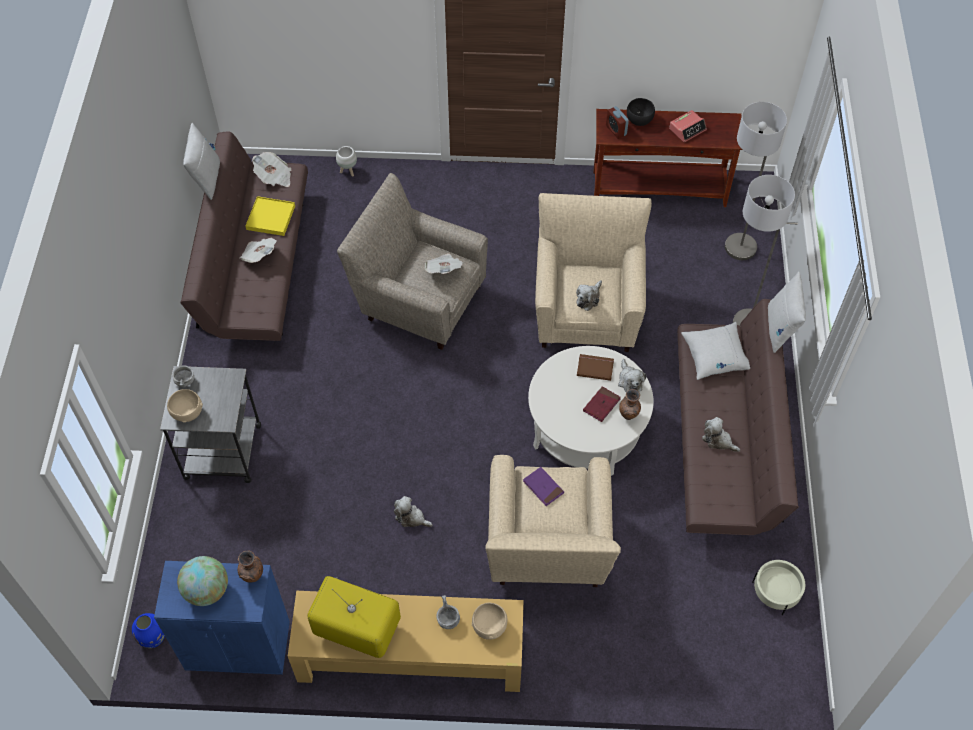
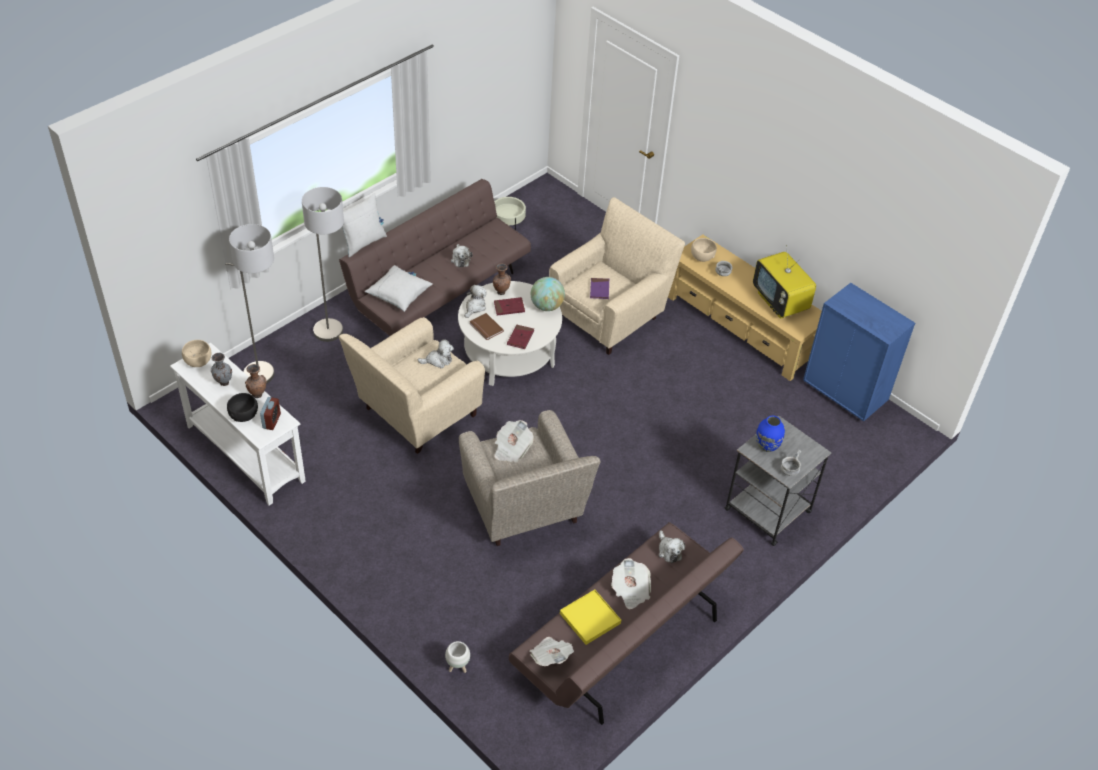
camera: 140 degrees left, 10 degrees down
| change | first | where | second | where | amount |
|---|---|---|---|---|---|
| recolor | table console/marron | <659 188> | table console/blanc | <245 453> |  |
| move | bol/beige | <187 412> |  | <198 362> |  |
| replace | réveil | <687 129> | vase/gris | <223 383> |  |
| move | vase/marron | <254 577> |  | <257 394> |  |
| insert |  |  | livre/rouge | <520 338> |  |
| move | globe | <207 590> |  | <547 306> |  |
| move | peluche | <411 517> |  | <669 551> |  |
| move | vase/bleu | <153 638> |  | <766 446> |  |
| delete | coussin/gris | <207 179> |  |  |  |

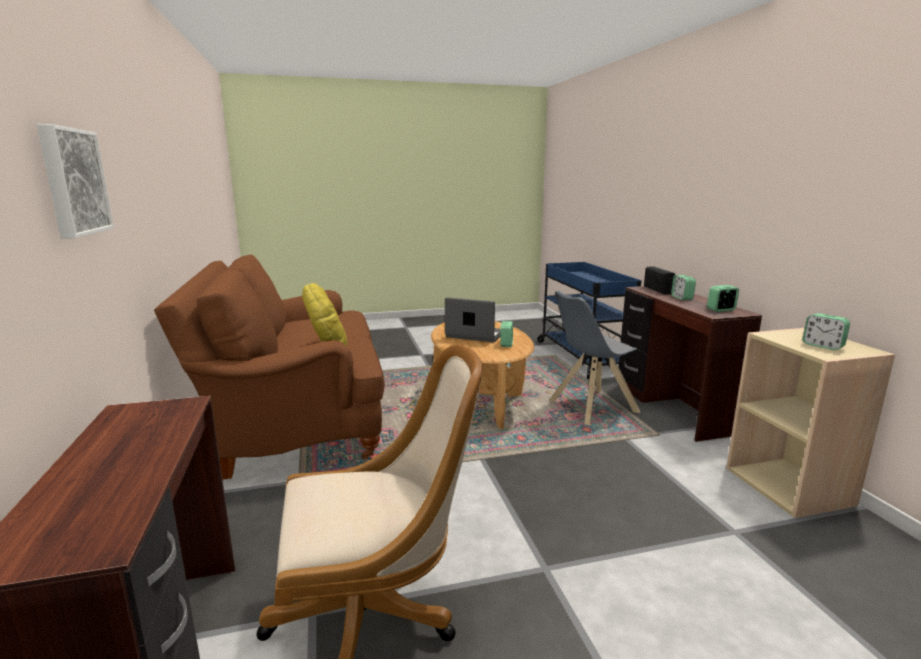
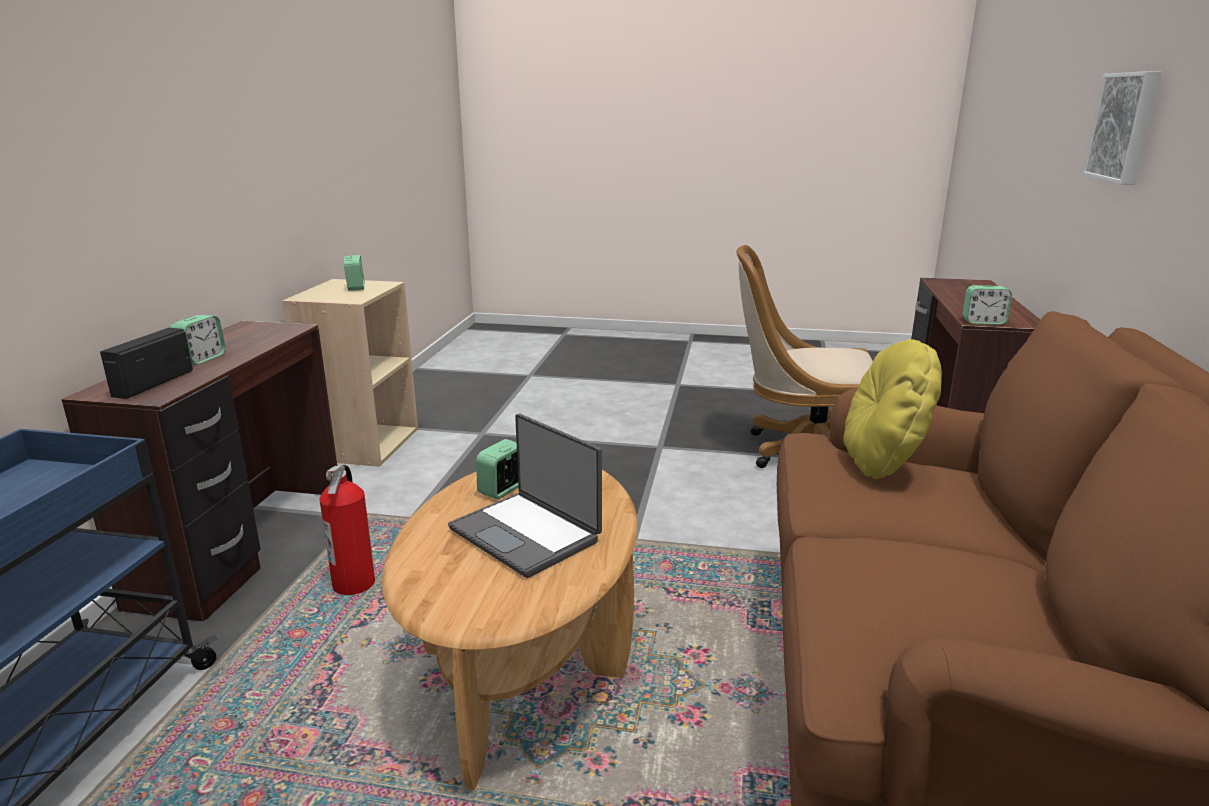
camera: 155 degrees left, 5 degrees up
| change | first | where | second | where | amount |
|---|---|---|---|---|---|
| replace | chaise/gris | <590 407> | extincteur | <355 584> |  |
| move | réveil | <721 310> |  | <983 322> |  |

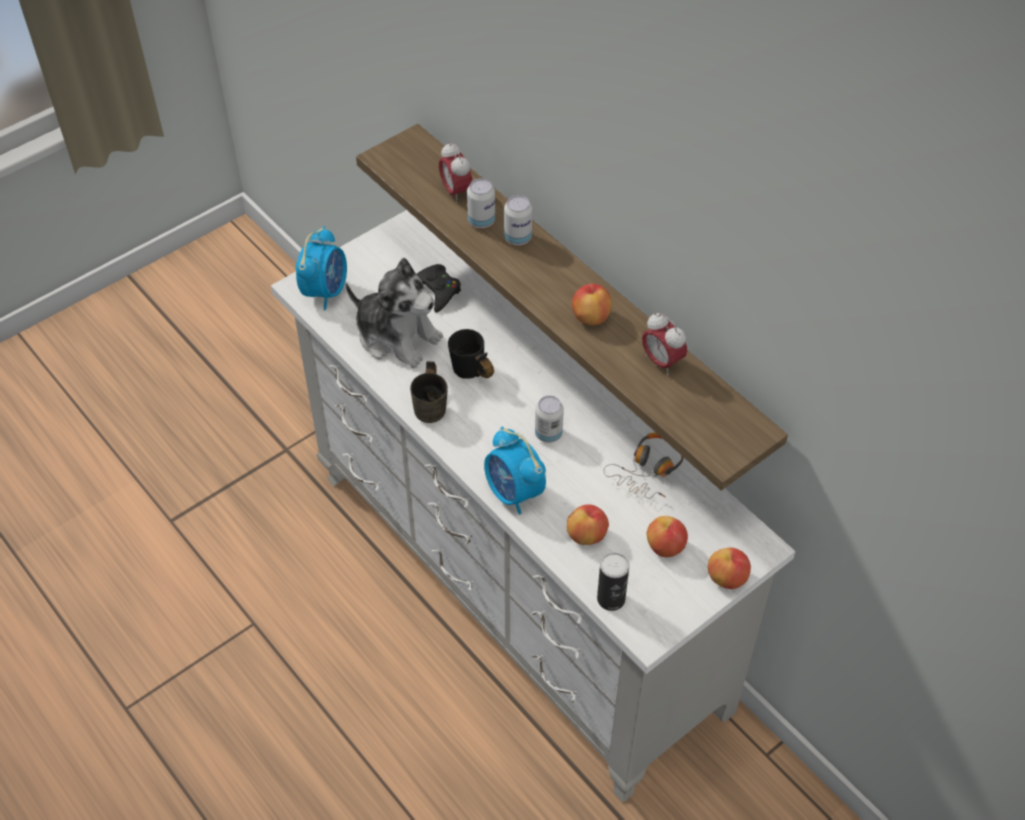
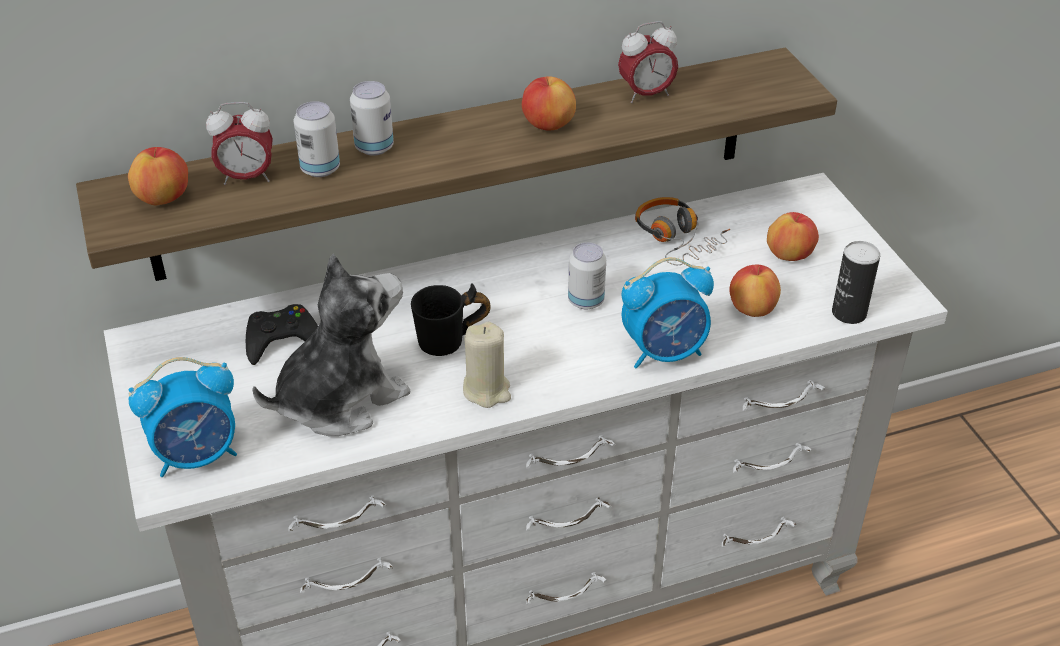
camera: 70 degrees left, 10 degrees down
| change | first | where | second | where | amount |
|---|---|---|---|---|---|
| move | pomme | <727 578> |  | <163 198> |  |
| rotate | réveil | <325 291> |  | <198 455> | 120 degrees clockwise |
| replace | mug/gris | <434 406> | bougie/beige | <487 390> |  |

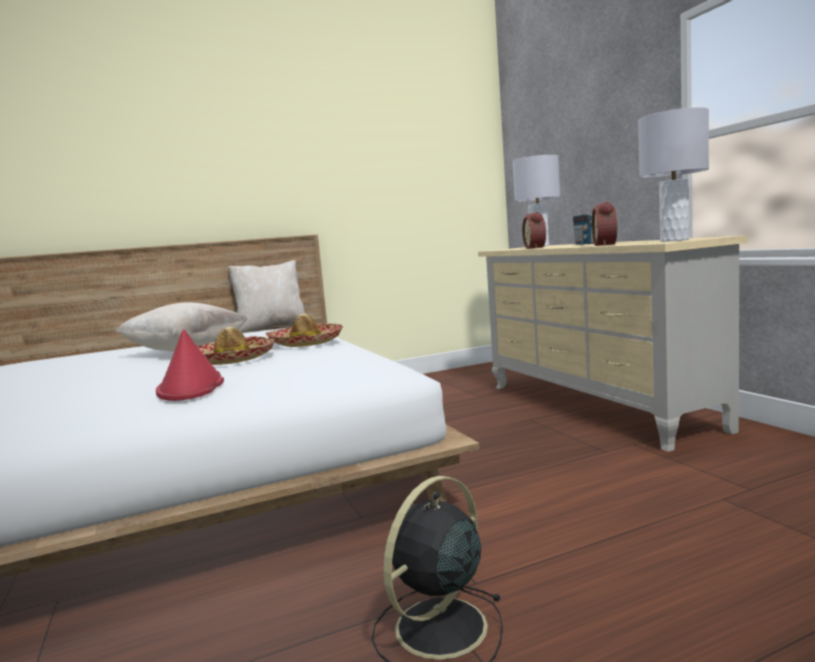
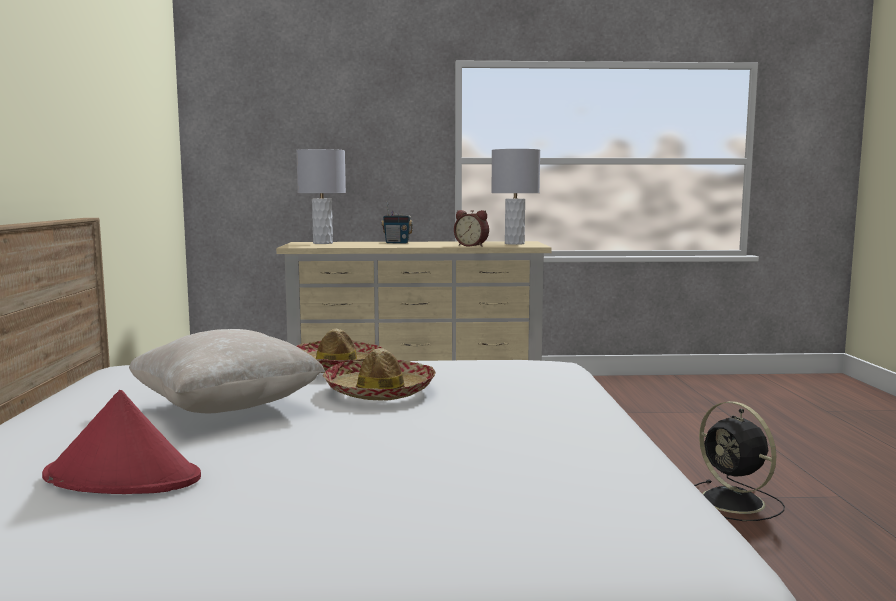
camera: 70 degrees left, 0 degrees up
| change | first | where | second | where | amount |
|---|---|---|---|---|---|
| move | chapeau/rouge | <191 387> |  | <123 477> |  |
| delete | coussin/beige | <272 328> |  |  |  |
| delete | réveil | <536 248> |  |  |  |

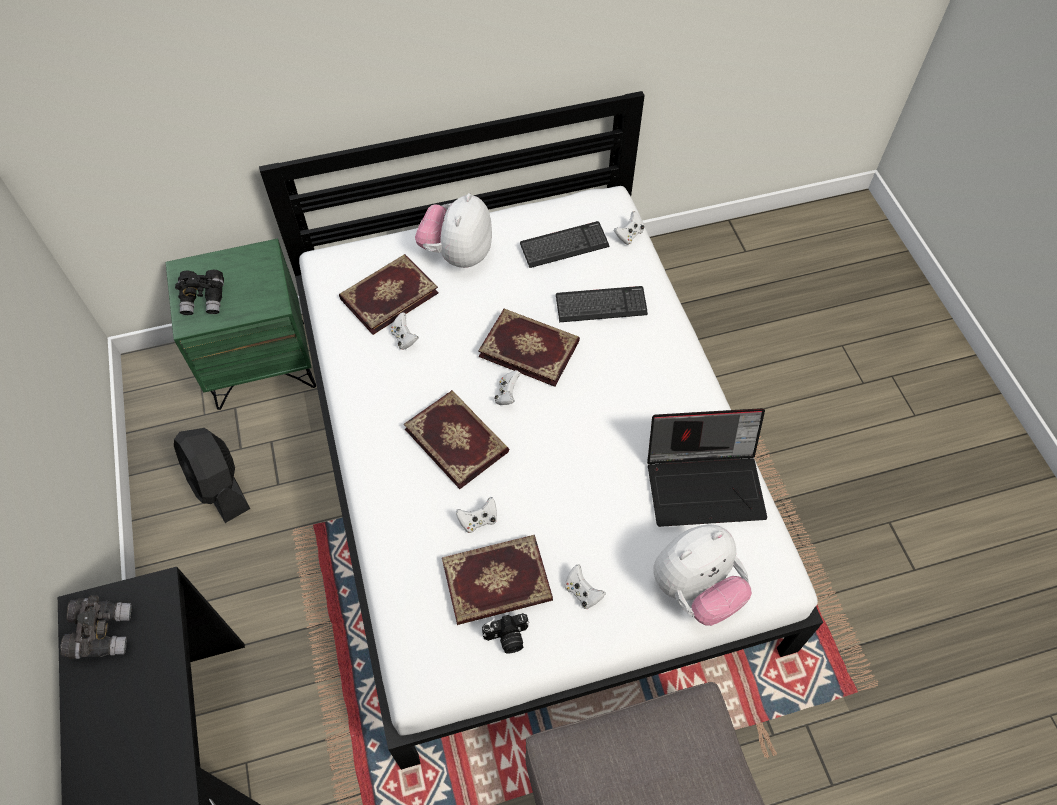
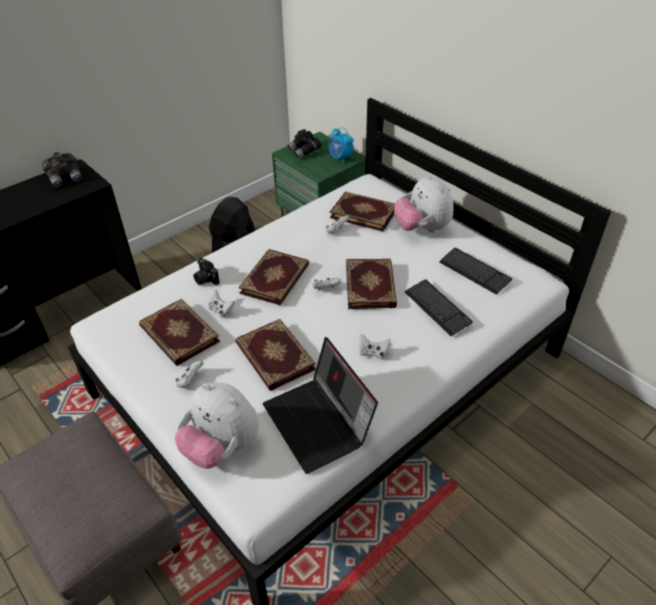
camera: 65 degrees right, 15 degrees down
| change | first | where | second | where | amount |
|---|---|---|---|---|---|
| move | appareil photo | <507 638> |  | <205 279> |  |
| insert |  |  | livre | <274 357> |  |
| insert |  |  | réveil | <340 158> |  |
| move | manette/blanc | <629 235> |  | <373 353> |  |
| rotate | peluche | <457 254> |  | <422 228> | 105 degrees counterclockwise |

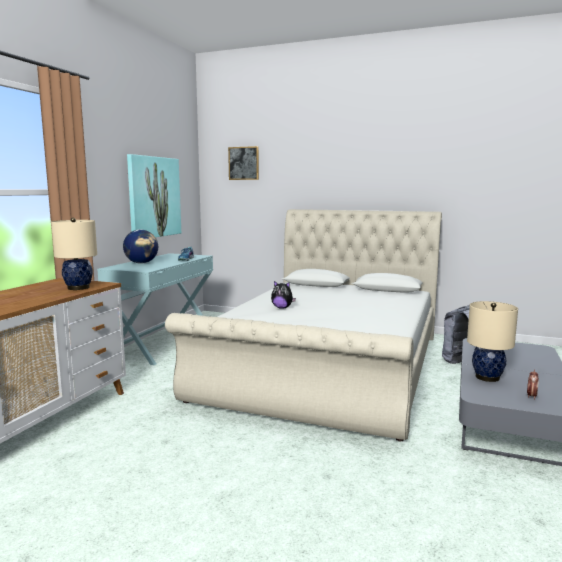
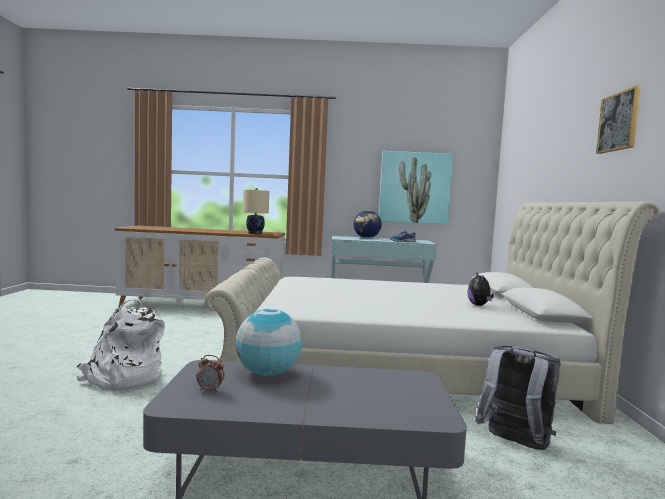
camera: 70 degrees right, 5 degrees down
| change | first | where | second | where | amount |
|---|---|---|---|---|---|
| insert |  |  | sac à dos/blanc | <123 378> |  |
| replace | lampe de table/beige | <487 377> | globe | <268 373> |  |
| move | peluche | <282 308> |  | <479 305> |  |
| move | tableau | <244 163> |  | <619 122> |  |

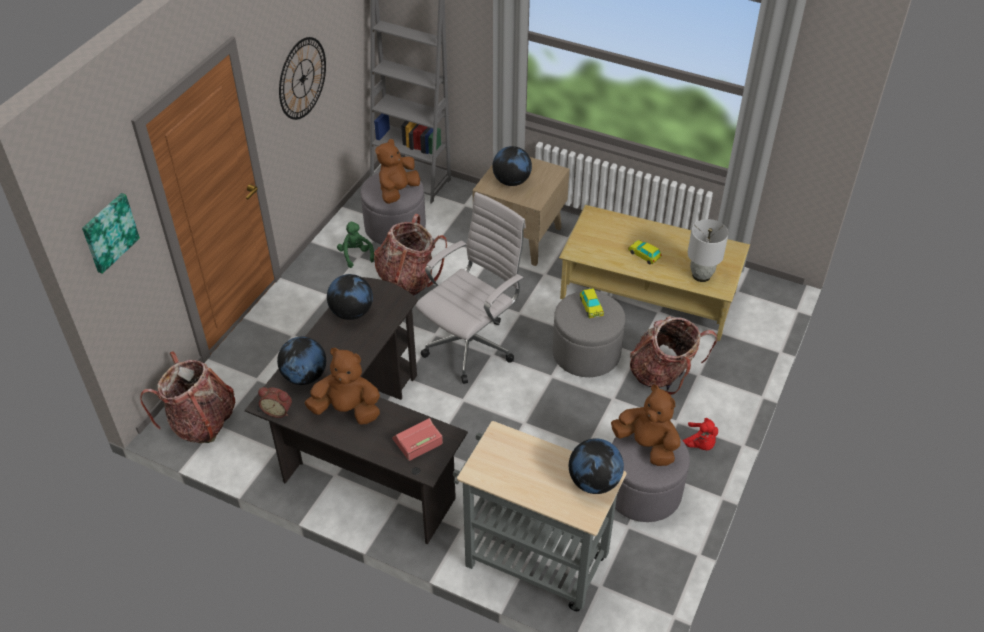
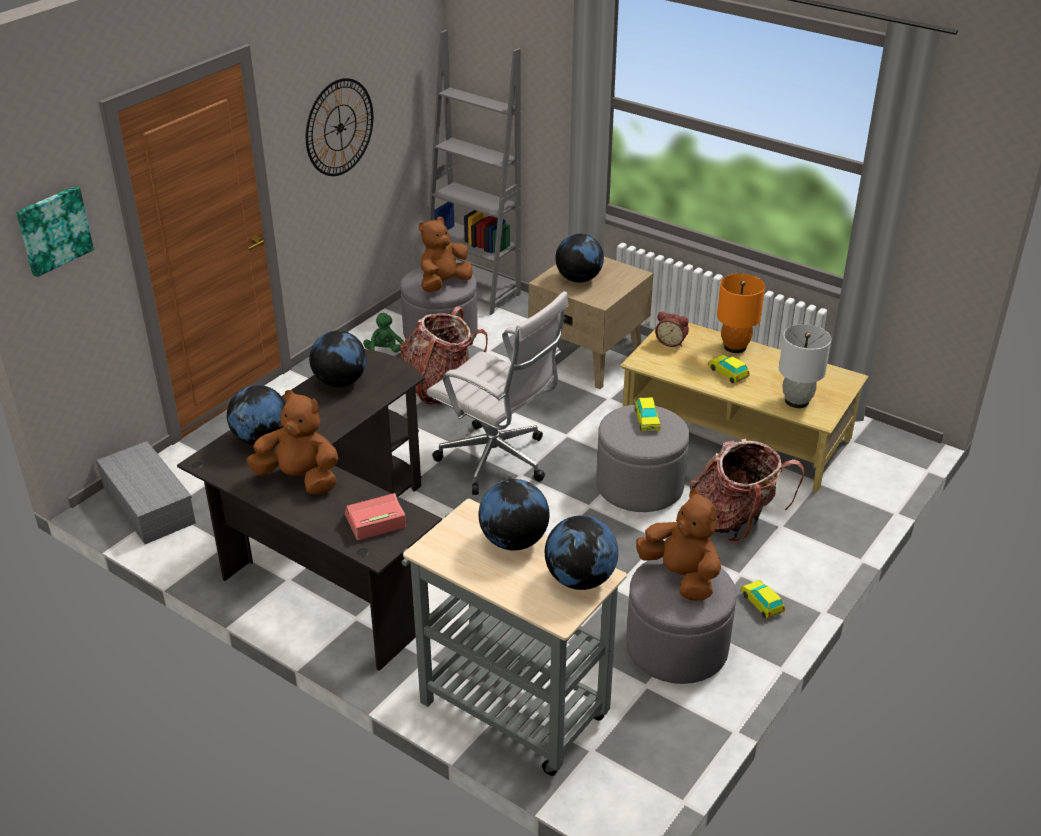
camera: 10 degrees right, 10 degrees down
| change | first | where | second | where | amount |
|---|---|---|---|---|---|
| replace | sac à dos | <201 422> | boîte de rangement/gris | <147 505> |  |
| rotate | chaise de bureau/blanc | <472 345> |  | <498 462> | 75 degrees clockwise |
| insert |  |  | globe | <514 541> |  |
| move | réveil | <278 410> |  | <671 342> |  |
| insert |  |  | lampe de table/orange | <735 347> |  |
| replace | peluche/rouge | <697 444> | petite voiture | <762 603> |  |

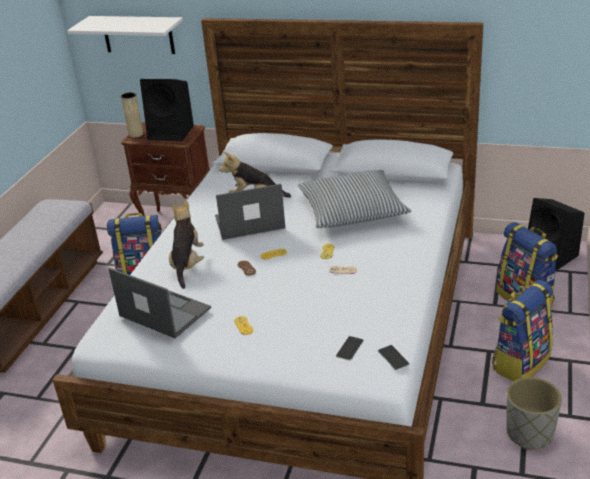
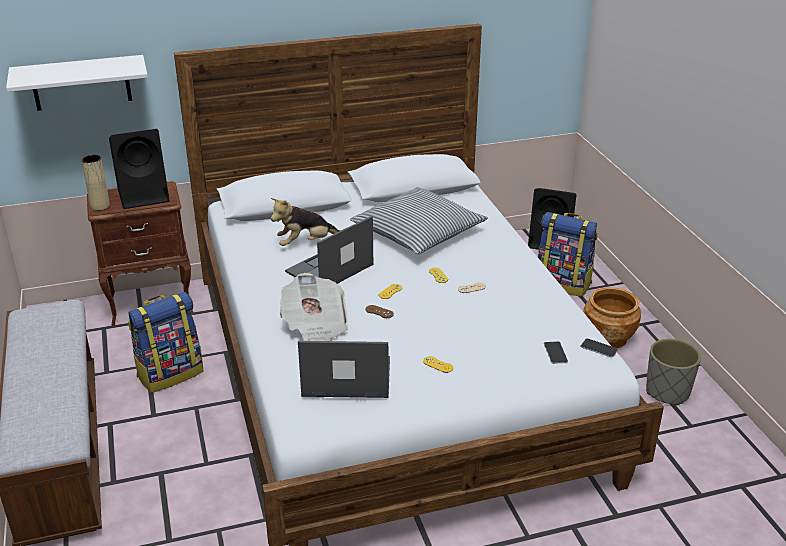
camera: 35 degrees left, 0 degrees up
| change | first | where | second | where | amount |
|---|---|---|---|---|---|
| replace | peluche | <187 265> | journal | <315 326> |  |
| replace | sac à dos | <520 362> | cache-pot/marron | <608 337> |  |

